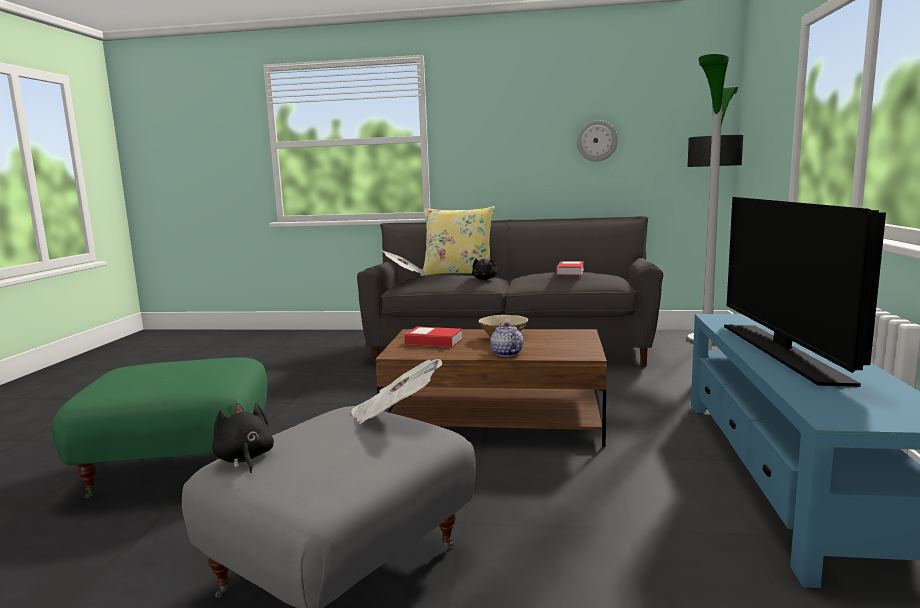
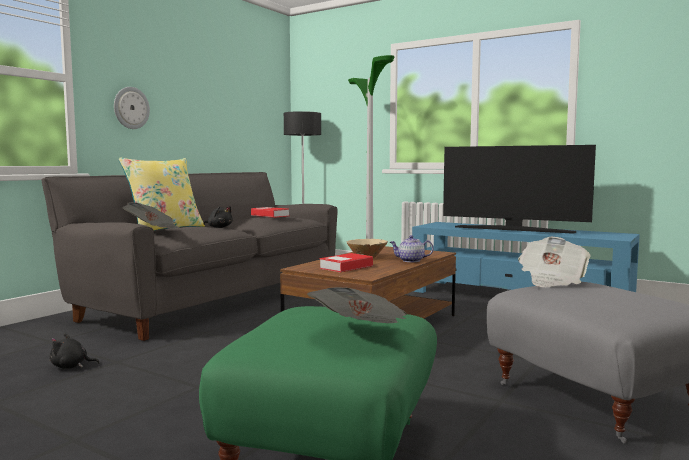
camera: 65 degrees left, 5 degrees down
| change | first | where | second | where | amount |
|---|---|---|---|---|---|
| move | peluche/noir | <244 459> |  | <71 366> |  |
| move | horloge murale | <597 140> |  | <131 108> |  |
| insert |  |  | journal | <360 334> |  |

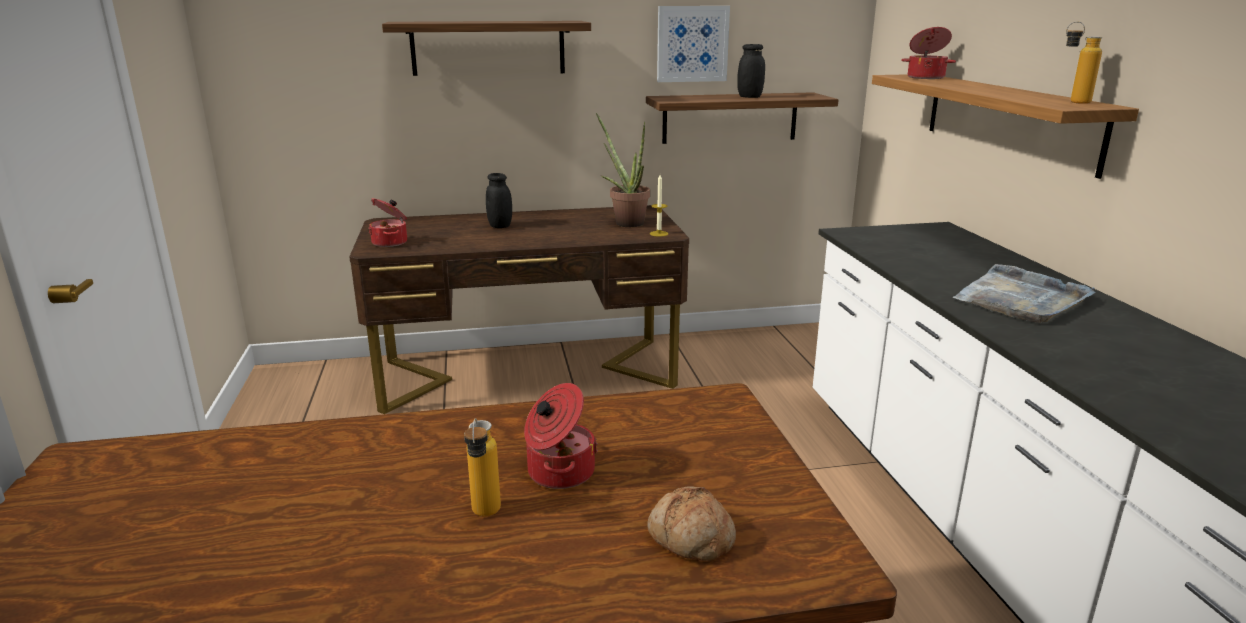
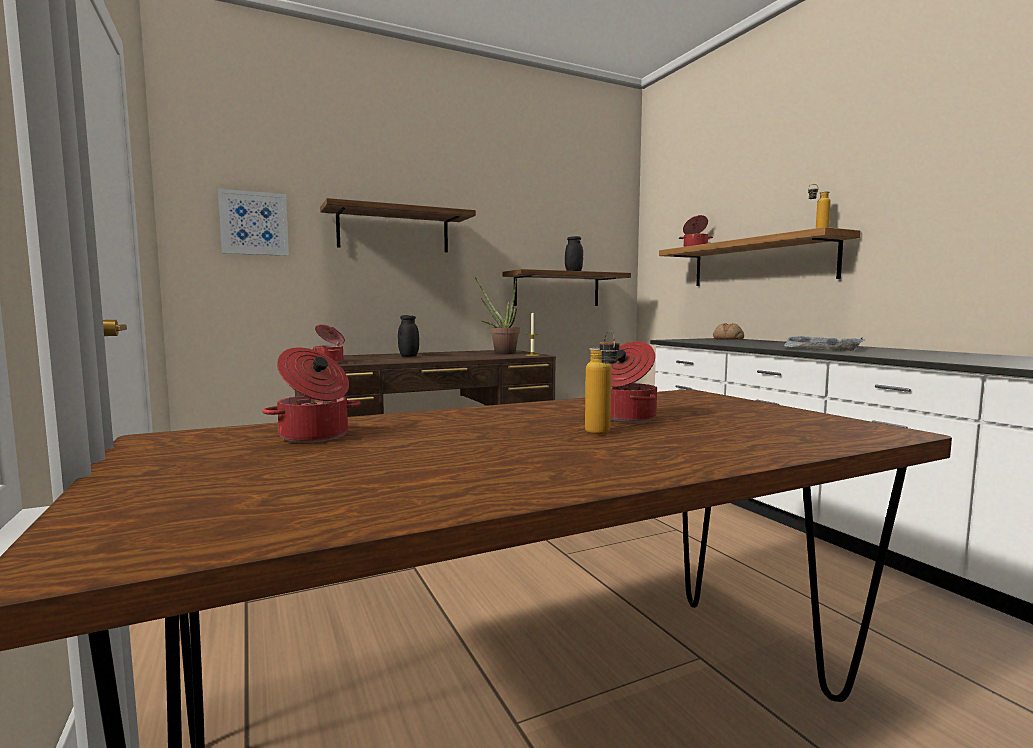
camera: 15 degrees left, 15 degrees down
| change | first | where | second | where | amount |
|---|---|---|---|---|---|
| move | tableau | <692 44> |  | <254 223> |  |
| insert |  |  | marmite | <314 436> |  |
| move | pain | <690 538> |  | <727 339> |  |

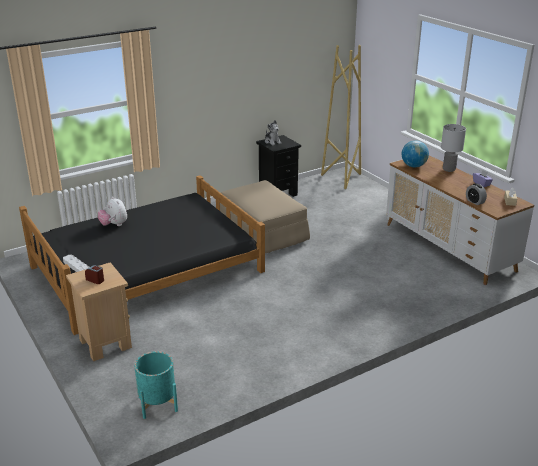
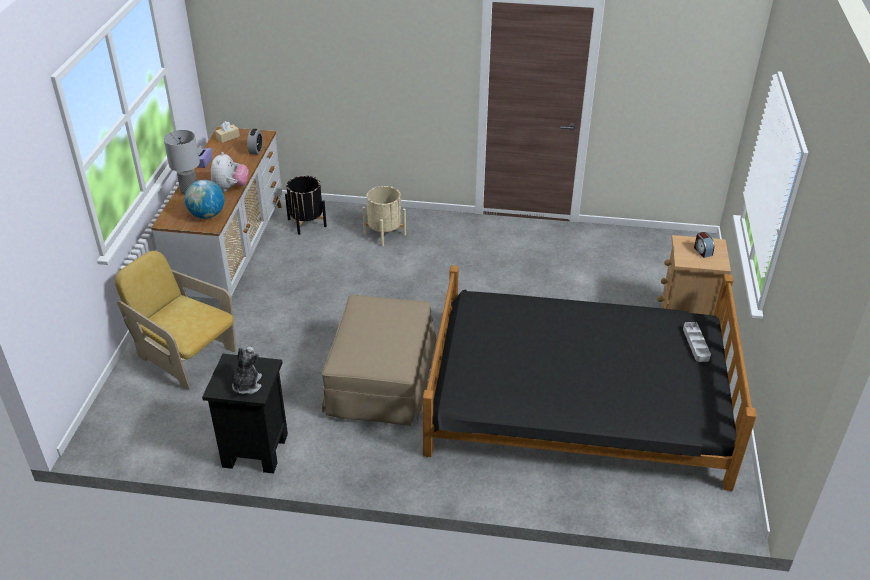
camera: 140 degrees left, 10 degrees up
| change | first | where | second | where | amount |
|---|---|---|---|---|---|
| insert |  |  | fauteuil/jaune | <186 356> |  |
| move | peluche | <114 225> |  | <230 188> |  |
| insert |  |  | cache-pot/noir | <307 223> |  |
| insert |  |  | cache-pot/beige | <385 233> |  |
| delete | cache-pot/turquoise | <157 403> |  |  |  |
| delete | portant/jaune | <342 179> |  |  |  |

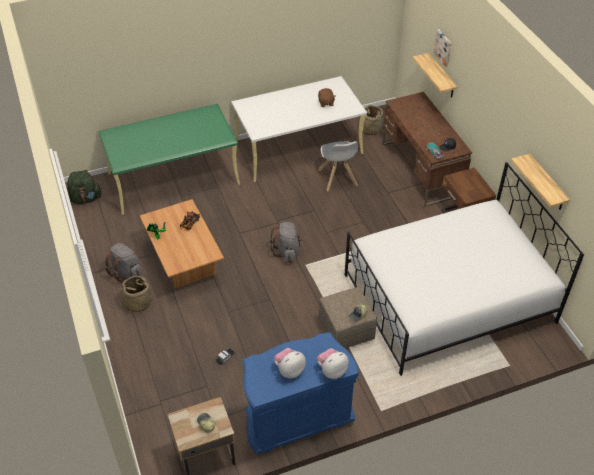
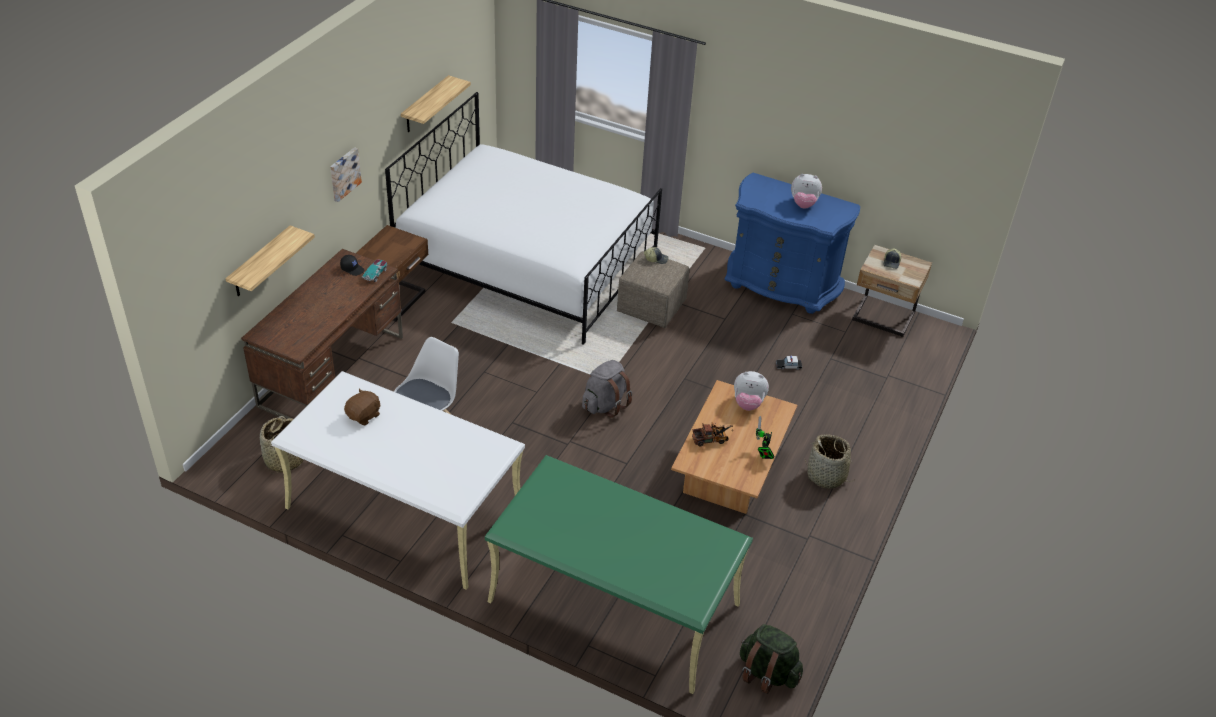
camera: 135 degrees left, 5 degrees down
| change | first | where | second | where | amount |
|---|---|---|---|---|---|
| move | tableau | <443 47> |  | <344 173> |  |
| move | peluche | <332 370> |  | <748 403> |  |
| delete | sac à dos/gris | <126 272> |  |  |  |

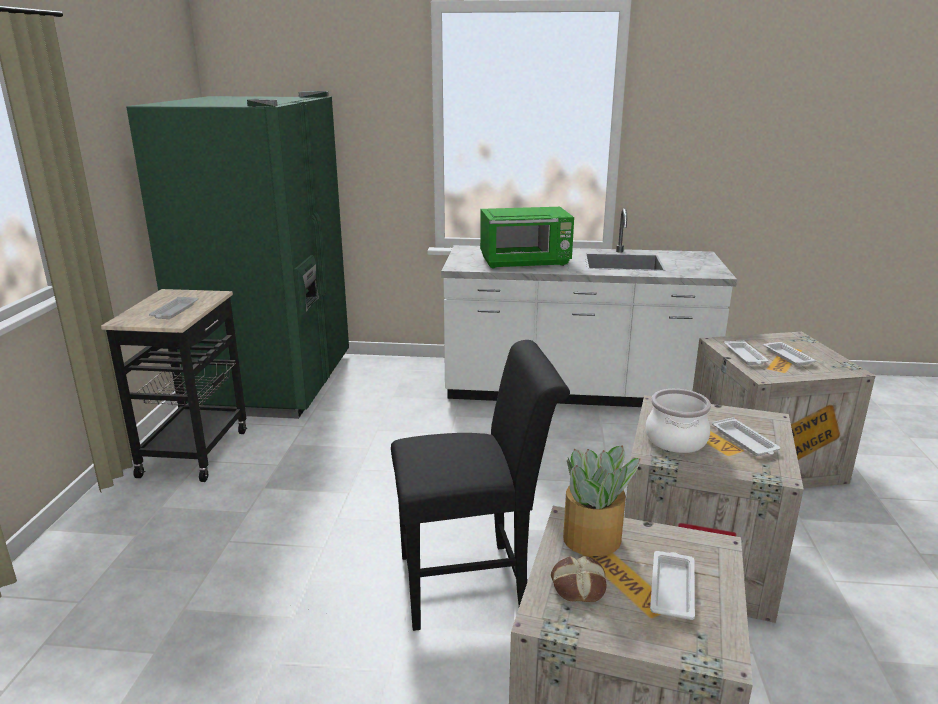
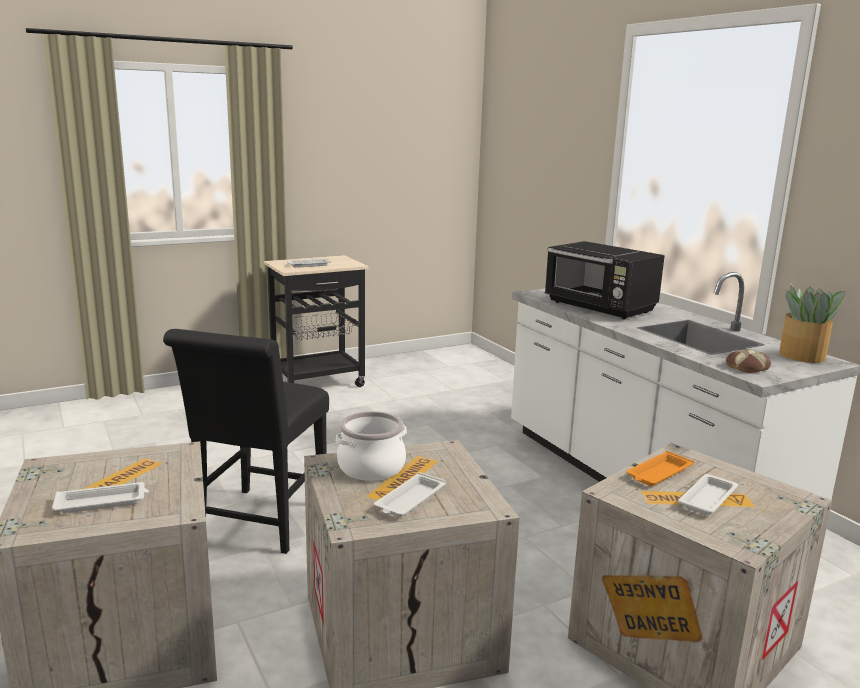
camera: 55 degrees right, 5 degrees down
| change | first | where | second | where | amount |
|---|---|---|---|---|---|
| rotate | chaise/noir | <473 583> |  | <259 525> | 60 degrees clockwise |
| recolor | micro-ondes/vert | <526 262> | micro-ondes/noir | <600 307> |  |
| recolor | plateau/blanc | <745 356> | plateau/orange | <658 474> |  |
| move | pain | <577 585> |  | <746 367> |  |
| move | plante en pot | <593 539> |  | <802 356> |  |
| delete | réfrigérateur/vert | <273 381> |  |  |  |

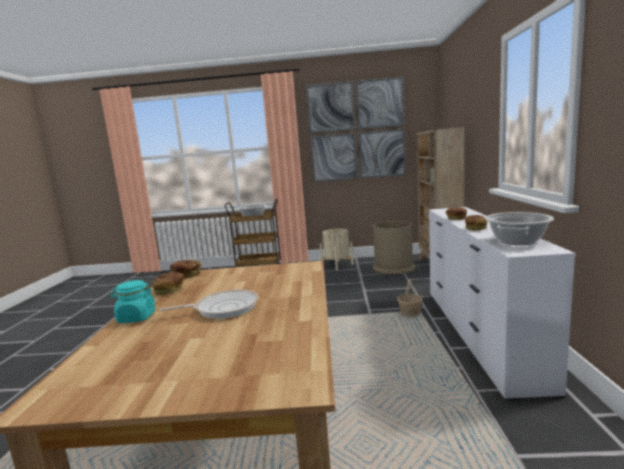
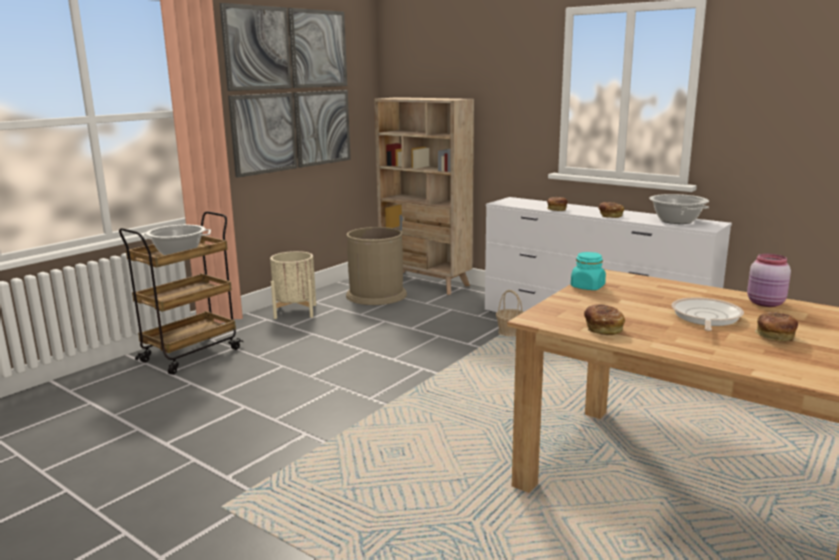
camera: 55 degrees left, 5 degrees up
| change | first | where | second | where | amount |
|---|---|---|---|---|---|
| move | bocal/turquoise | <136 318> |  | <587 287> |  |
| insert |  |  | bocal/rose | <766 303> |  |
| move | pain | <186 275> |  | <775 336> |  |

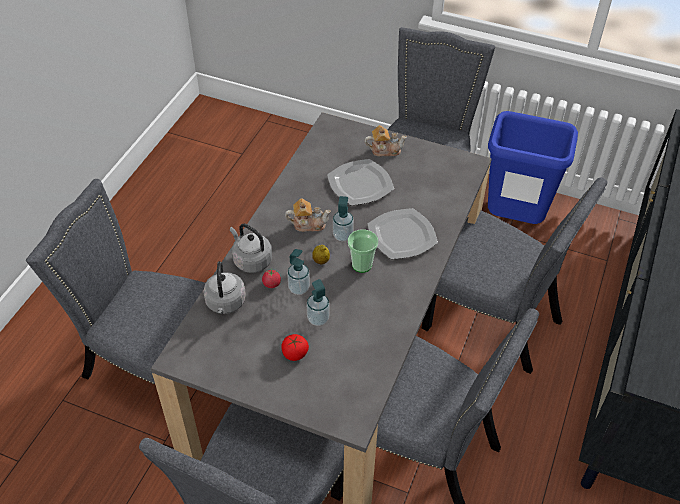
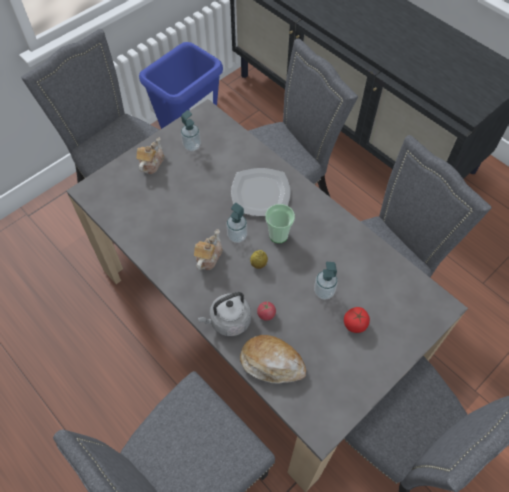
camera: 65 degrees left, 10 degrees up
| change | first | where | second | where | amount |
|---|---|---|---|---|---|
| move | distributeur de savon | <299 288> |  | <192 146> |  |
| replace | bouilloire/gris | <225 303> | pain | <272 362> |  |
| delete | assiette | <359 184> |  |  |  |

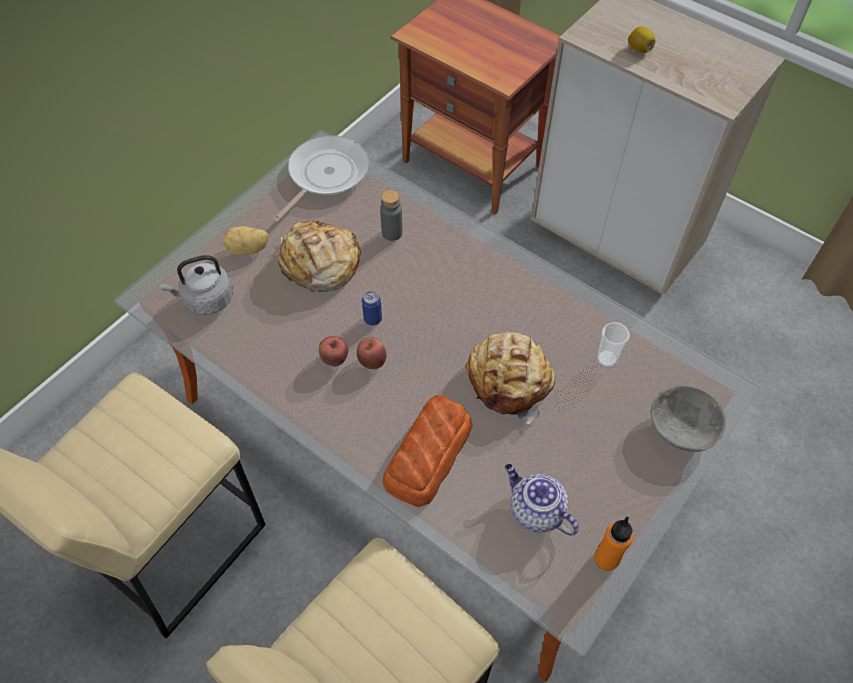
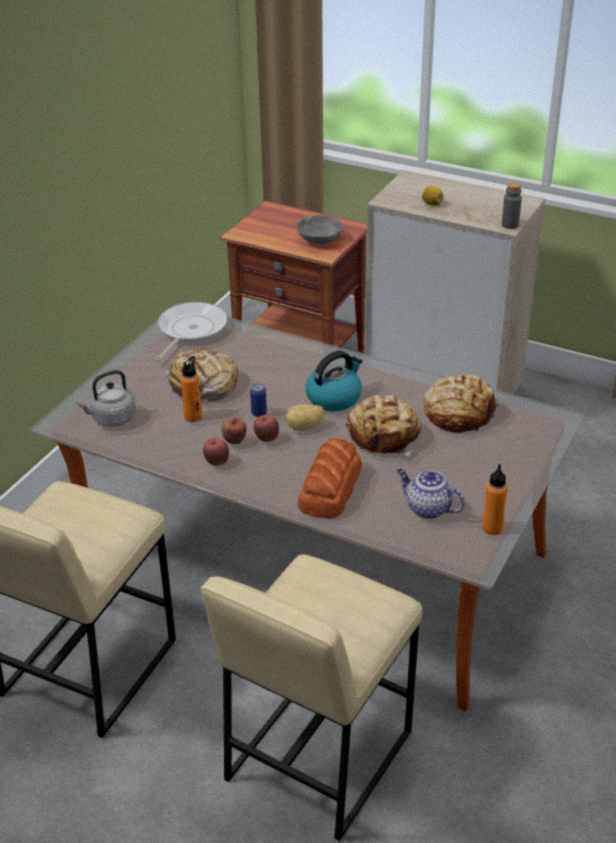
camera: 10 degrees left, 20 degrees down
| change | first | where | second | where | amount |
|---|---|---|---|---|---|
| insert |  |  | bouteille/orange | <193 416> |  |
| insert |  |  | pomme | <216 462> |  |
| move | pomme de terre | <248 249> |  | <305 427> |  |
| move | bol/gris | <680 428> |  | <318 240> |  |
| insert |  |  | bouilloire | <334 397> |  |
| replace | tasse | <607 359> | pain | <458 412> |  |
| move | bouteille/gris | <392 233> |  | <510 225> |  |

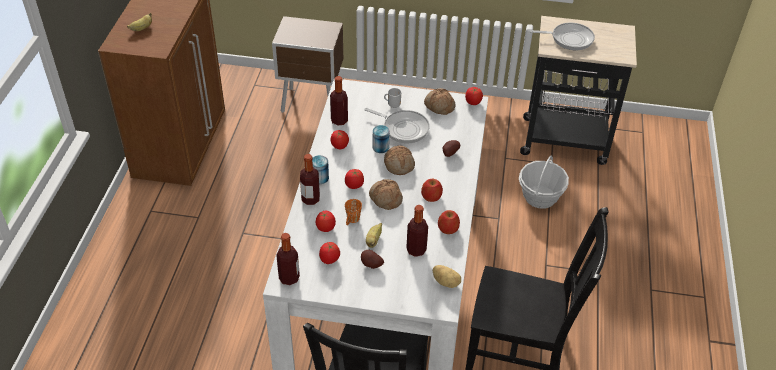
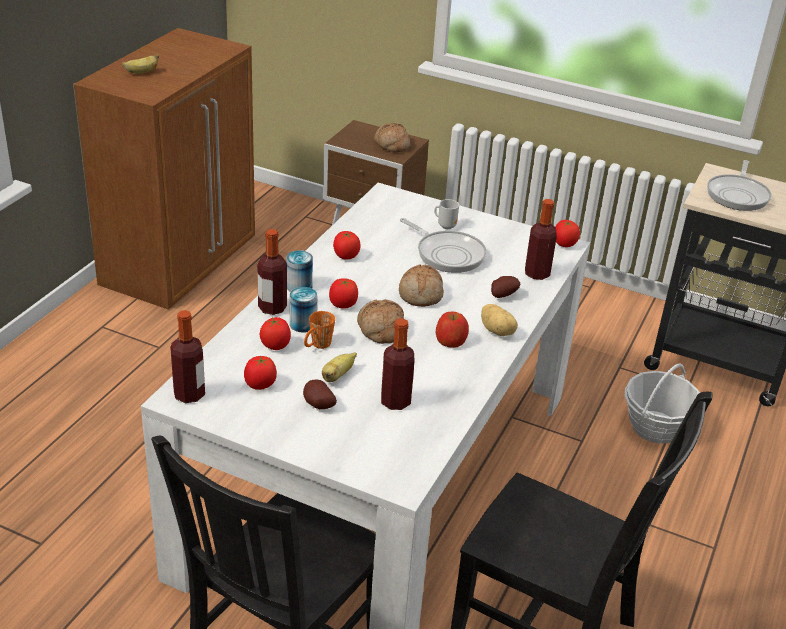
camera: 15 degrees right, 10 degrees down
| change | first | where | second | where | amount |
|---|---|---|---|---|---|
| move | boîte métallique | <380 147> |  | <303 324> |  |
| move | pain | <439 106> |  | <391 145> |  |
| move | pomme de terre | <446 282> |  | <497 331> |  |
| move | bouteille | <339 120> |  | <537 273> |  |
| rotate | poêle | <569 39> |  | <738 195> | 90 degrees clockwise |
| delete | pomme | <448 228> |  |  |  |

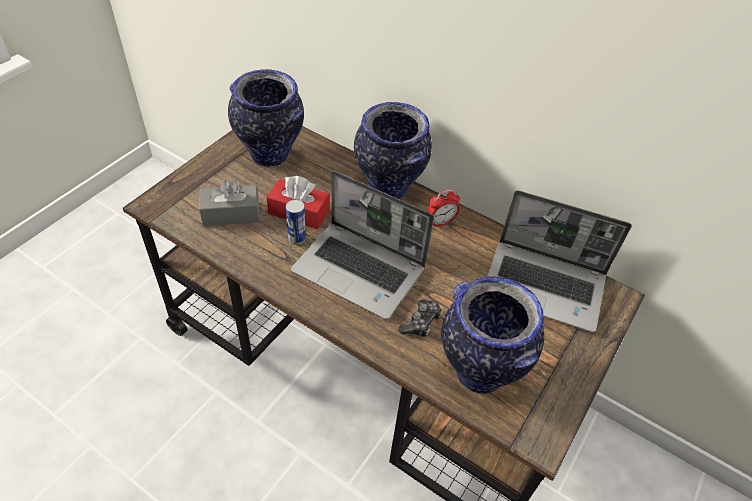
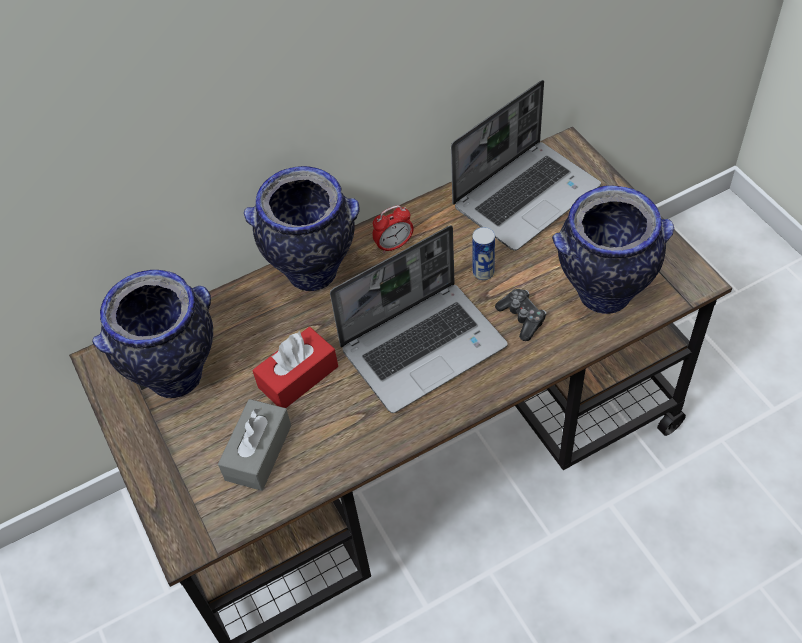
camera: 55 degrees left, 5 degrees up
| change | first | where | second | where | amount |
|---|---|---|---|---|---|
| rotate | réveil | <440 223> |  | <394 245> | 60 degrees clockwise |
| move | boîte métallique | <297 238> |  | <483 272> |  |

